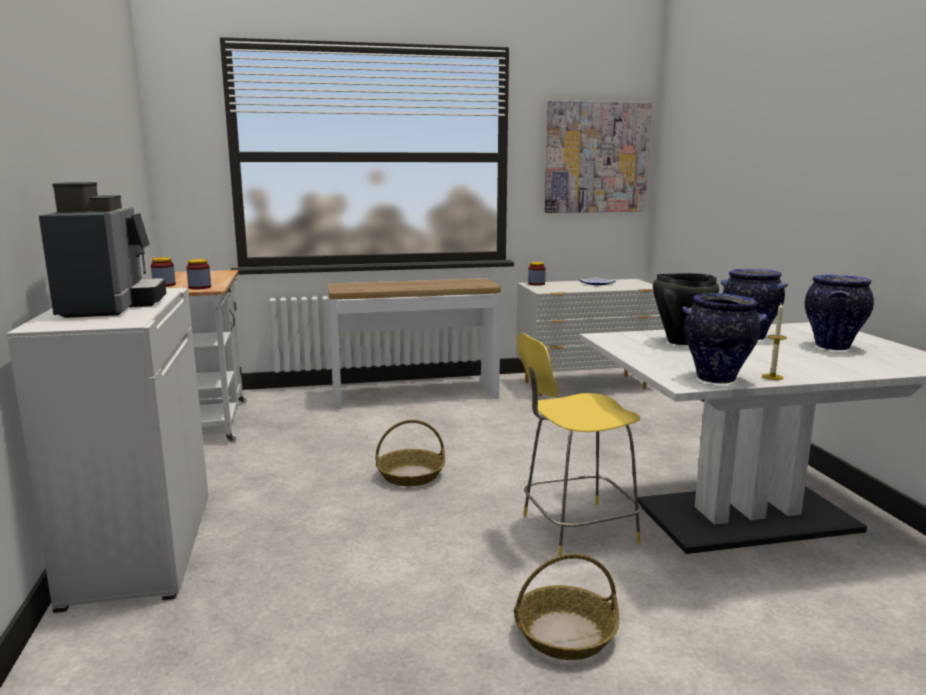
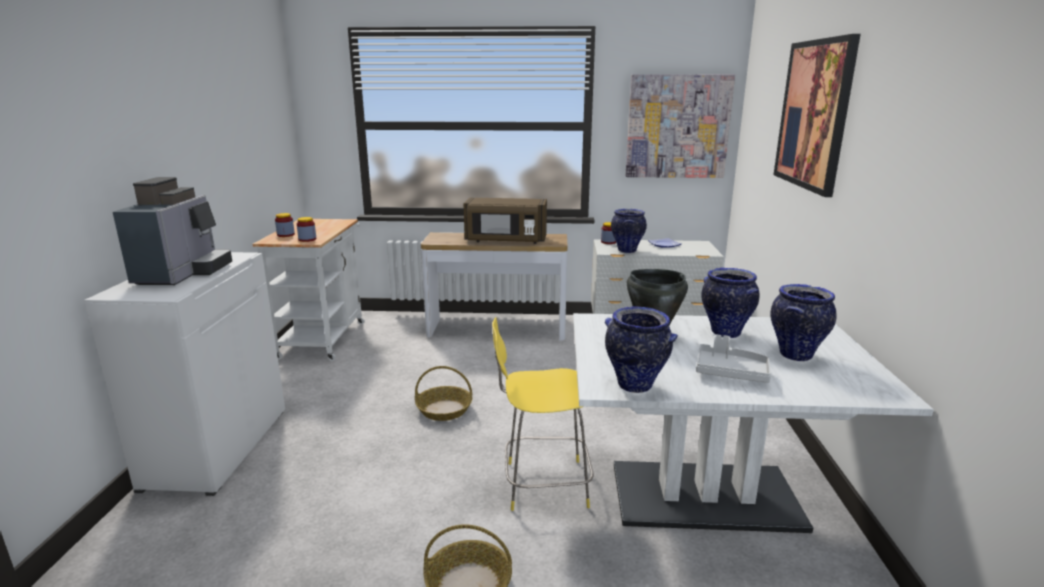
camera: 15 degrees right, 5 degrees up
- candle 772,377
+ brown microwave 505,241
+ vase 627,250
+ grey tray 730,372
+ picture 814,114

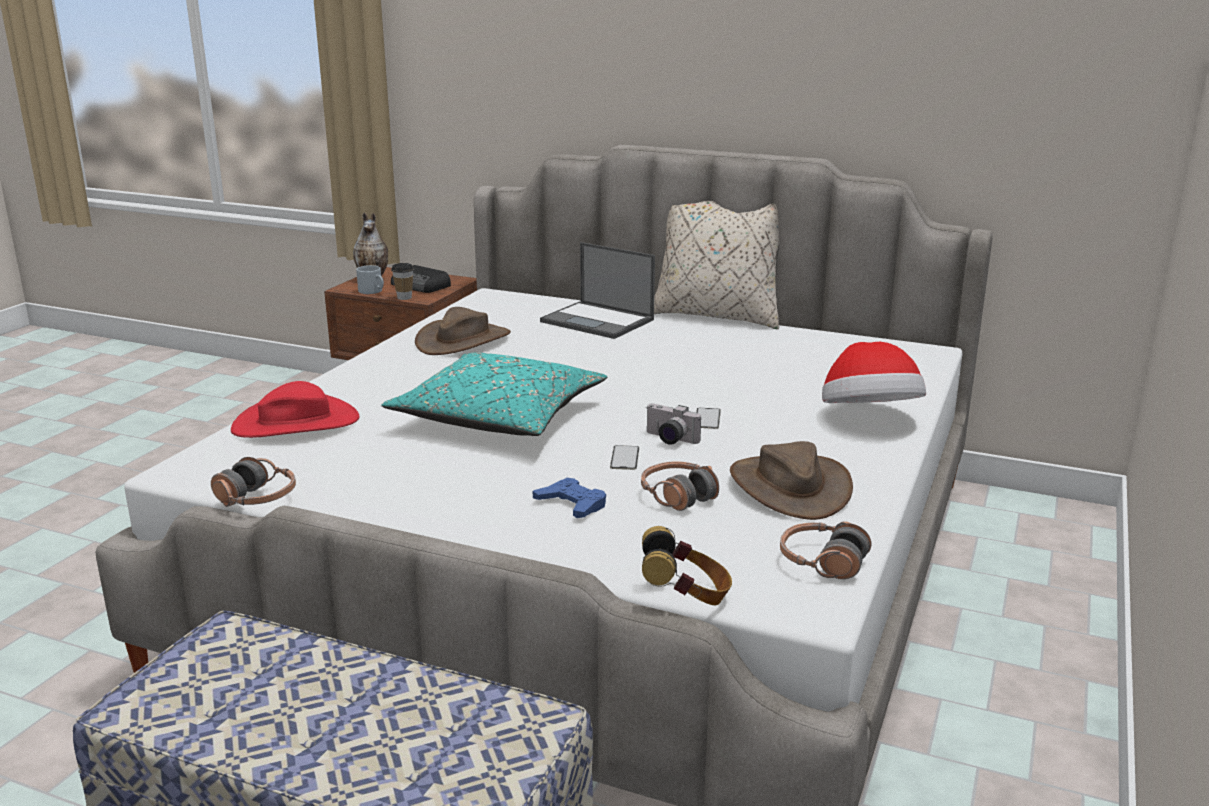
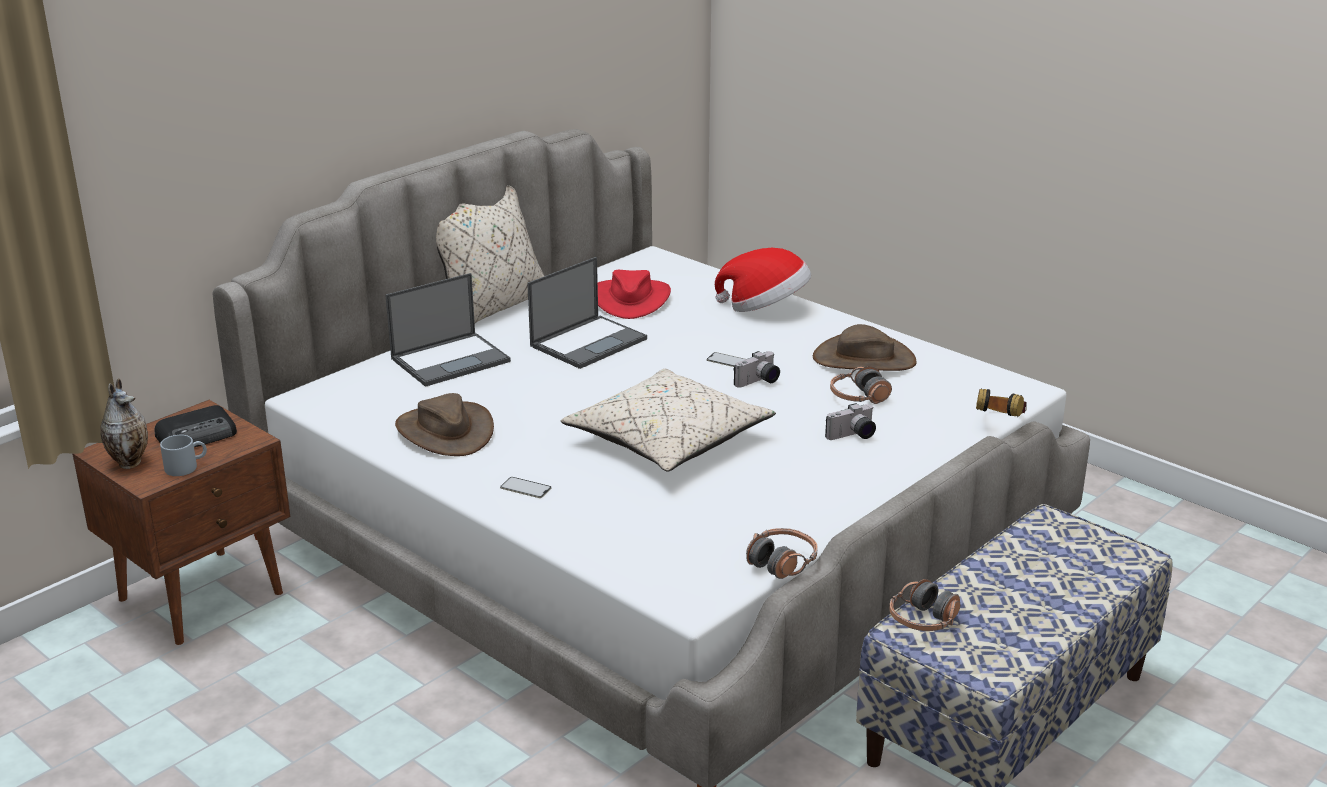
camera: 70 degrees left, 5 degrees up
- cup 404,297
+ laptop 589,342
~ red hat 296,423 to 630,299
~ phone 624,458 to 525,488
~ headphones 822,562 to 923,620
~ blue game controller 572,504 to photo camera 853,436
~ turquoise pillow 499,418 to beige pillow 667,440

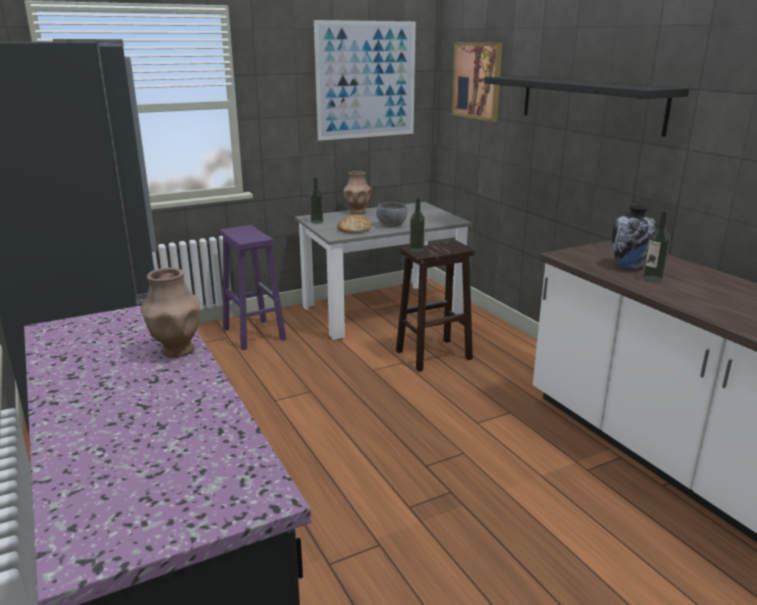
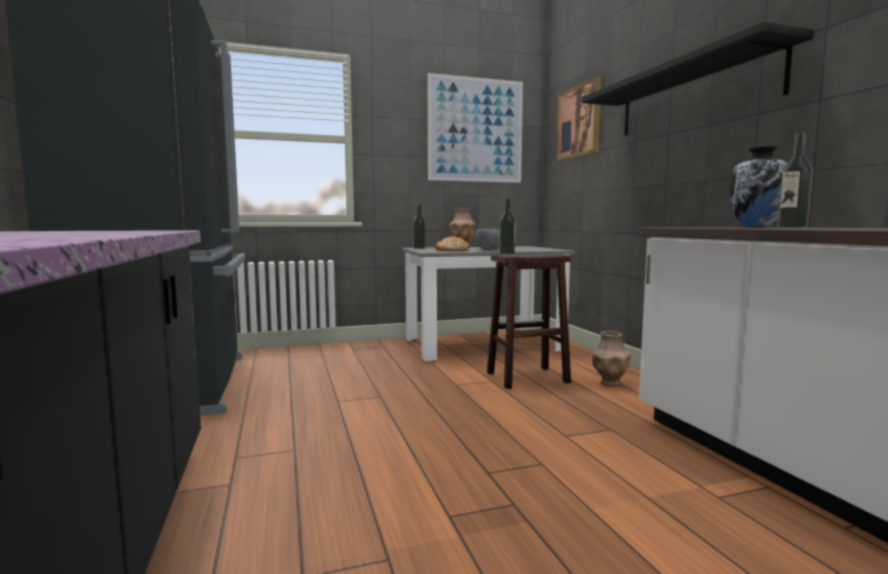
camera: 10 degrees right, 15 degrees down
- purple stool 253,333
~ brown vase 176,350 to 610,383

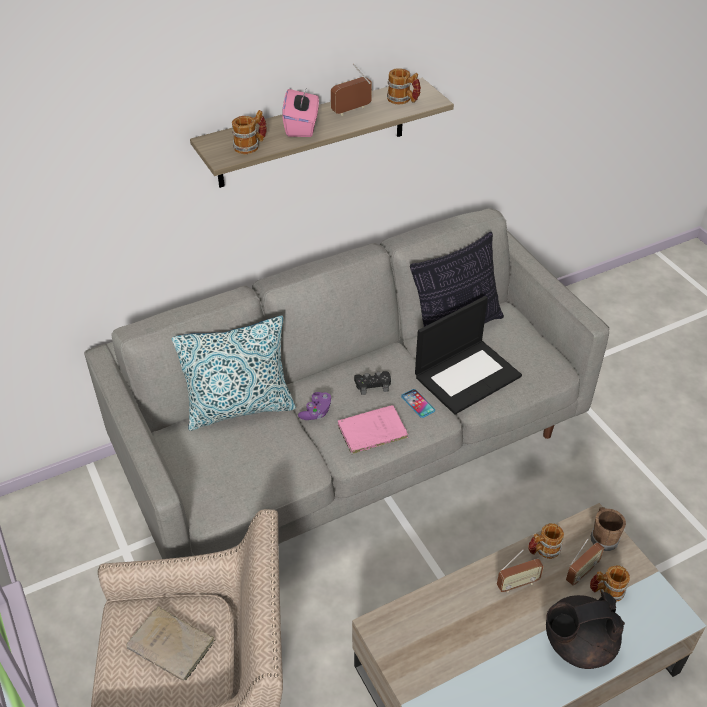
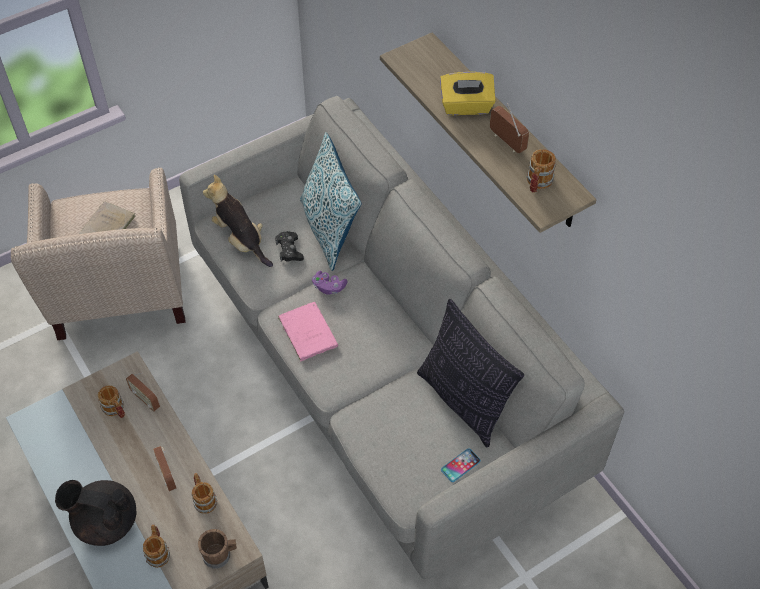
camera: 85 degrees right, 10 degrees up
- laptop 467,375
+ plush toy 241,240
~ mug 251,146 to 115,410
~ black game controller 372,385 to 289,250
~ phone 418,403 to 460,465
~ radio 581,572 to 146,400
~ pink tissue box 302,126 to yellow tissue box 466,106
~ black teapot 577,644 = 105,521 60 degrees counterclockwise

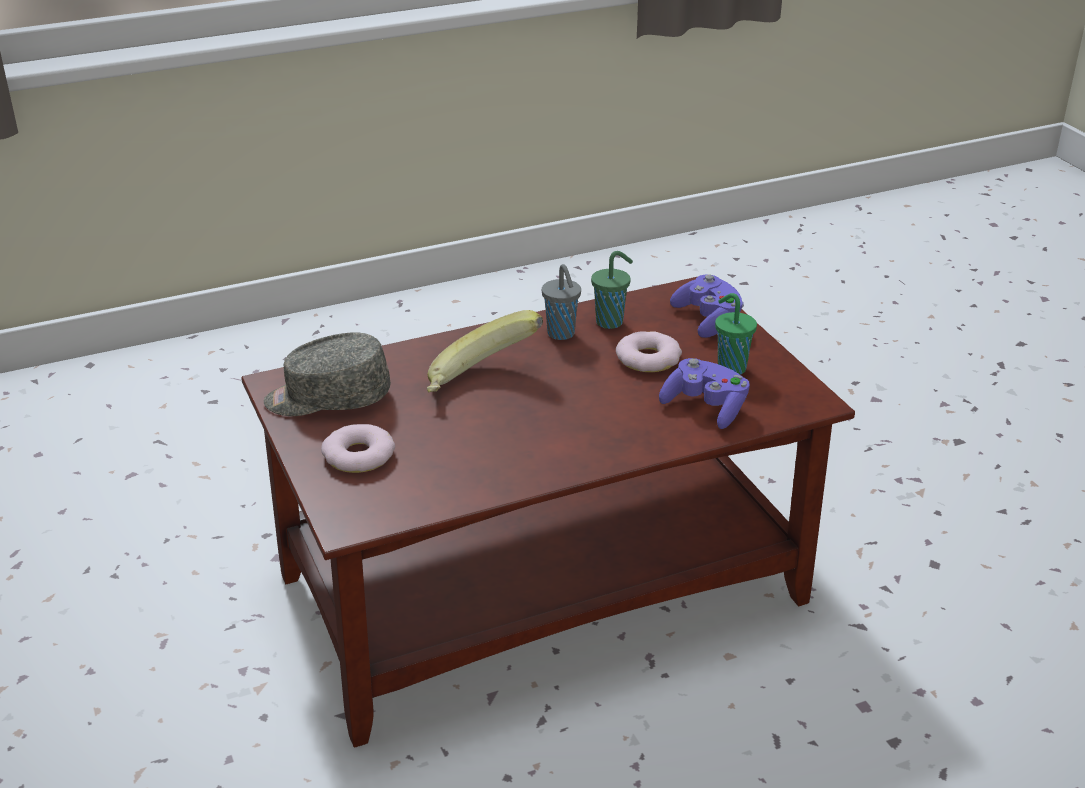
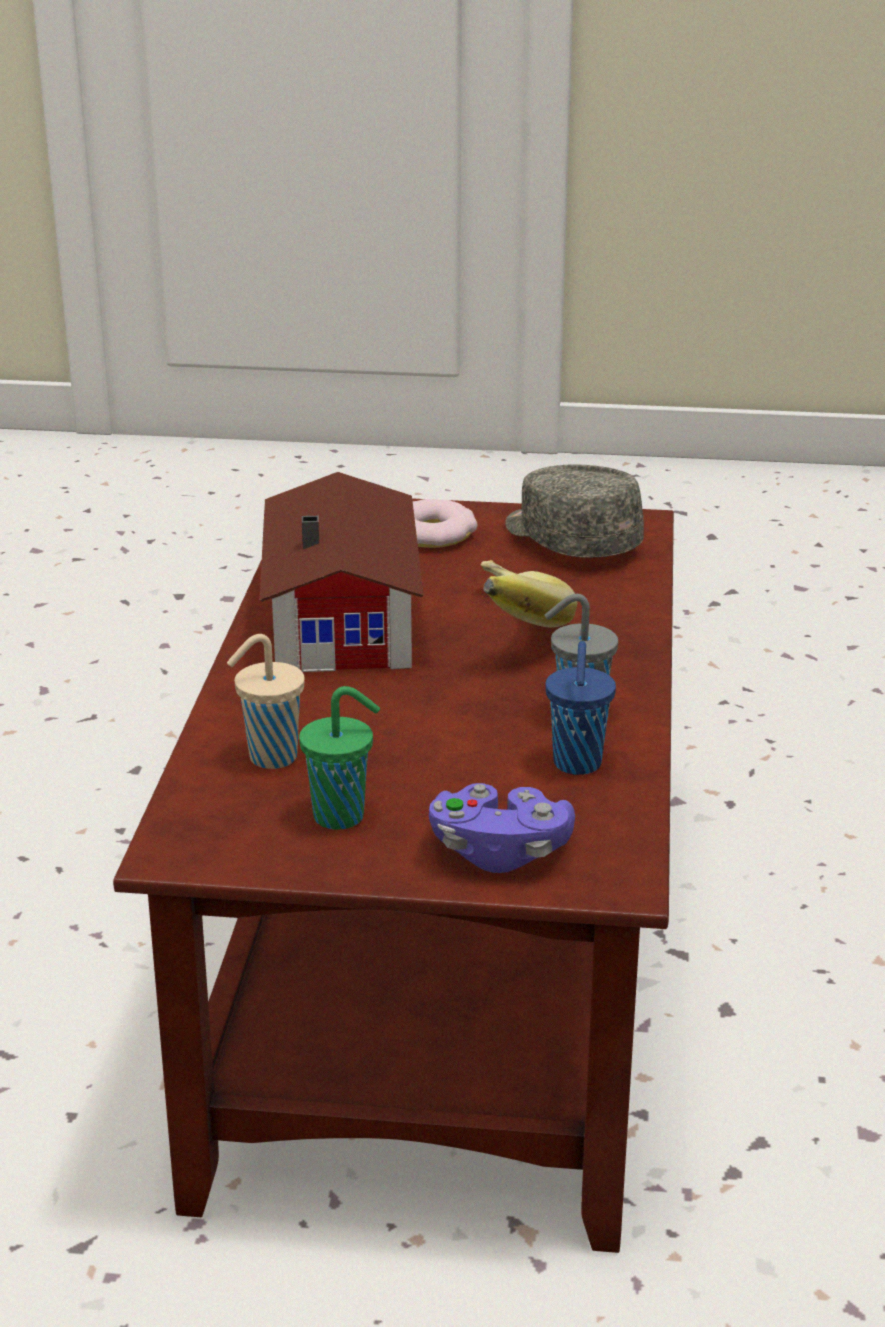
camera: 120 degrees right, 5 degrees down
- donut 648,358
+ toy house 348,613
~ purple game controller 705,407 to beige cup 270,758
~ green cup 611,322 to blue cup 577,765
~ grey cap 327,398 = 569,540 60 degrees counterclockwise

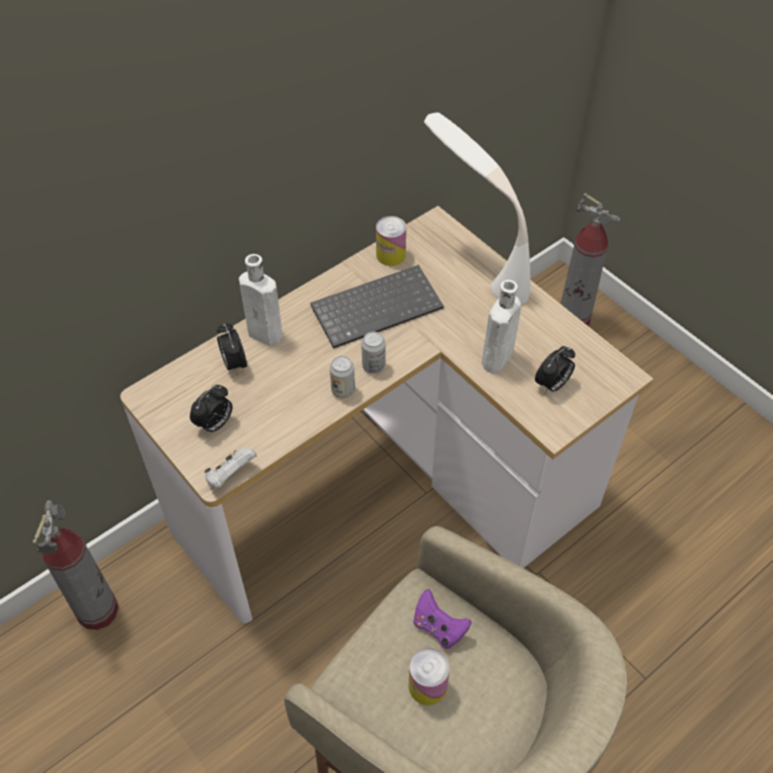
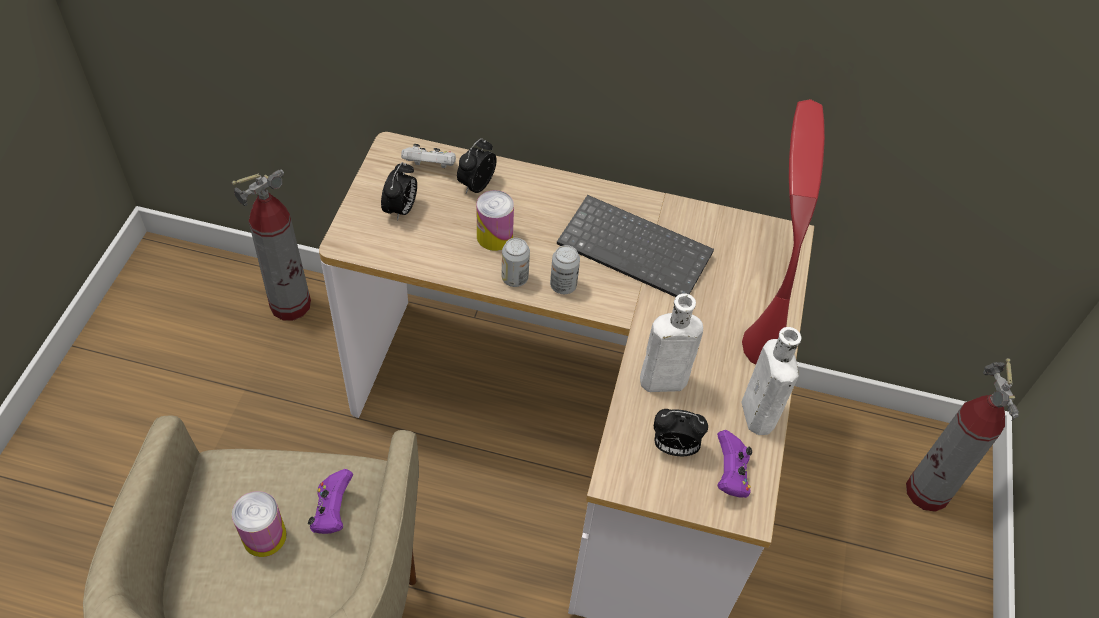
camera: 50 degrees right, 0 degrees up
+ purple game controller 730,475
~ white game controller 230,475 to 430,167
~ white bottle 267,335 to 759,417
~ can 390,255 to 494,236
~ white table lamp 473,266 to red table lamp 764,296
~ alarm clock 215,424 = 401,210 75 degrees counterclockwise

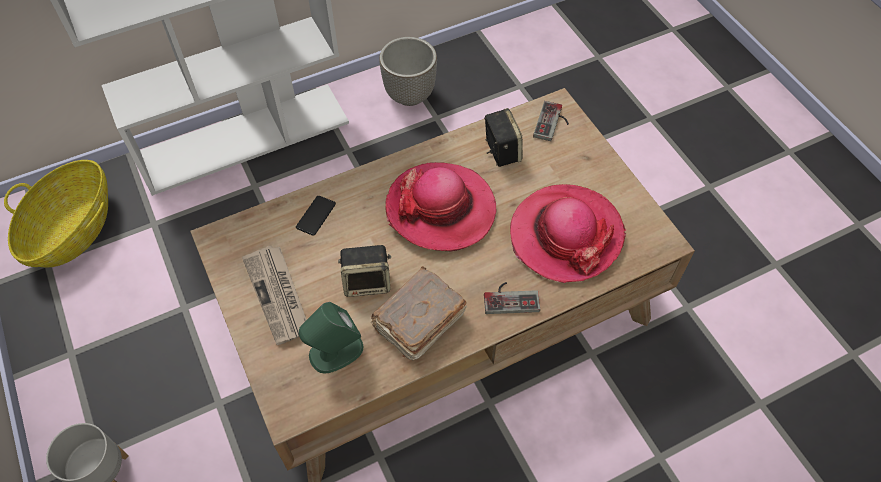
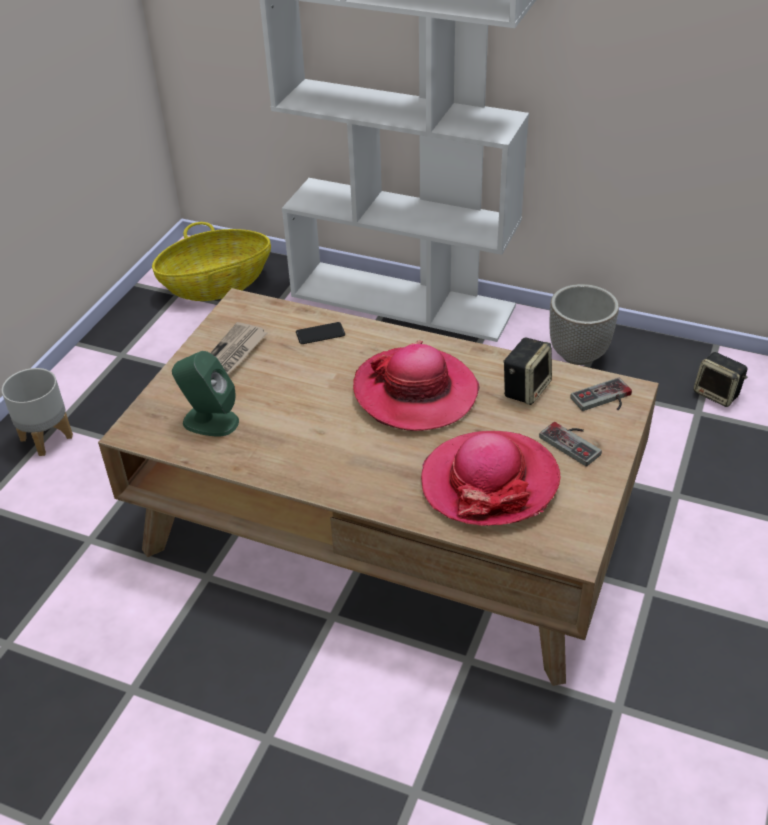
camera: 50 degrees right, 15 degrees down
- brown book 418,322
~ speaker 367,282 to 717,394
~ game controller 511,297 to 574,442

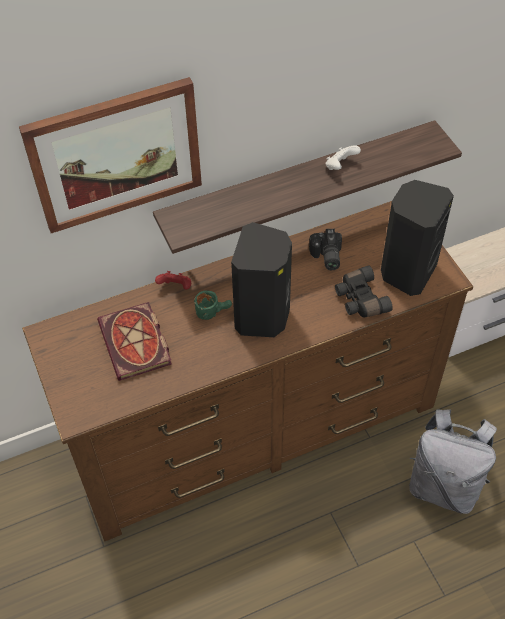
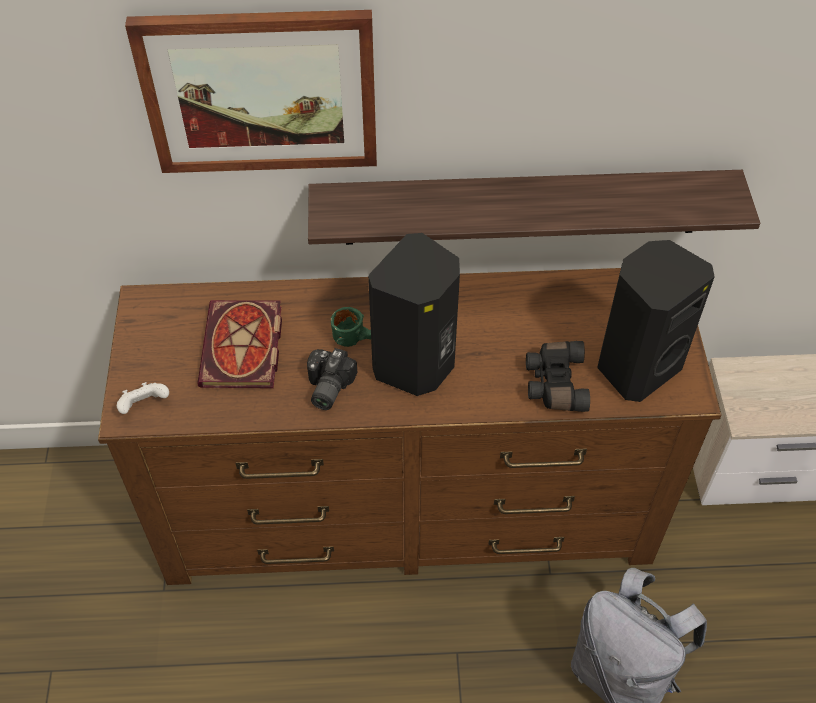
camera: 20 degrees right, 0 degrees up
- red game controller 176,287
~ photo camera 326,257 to 326,387
~ white game controller 340,166 to 145,406

